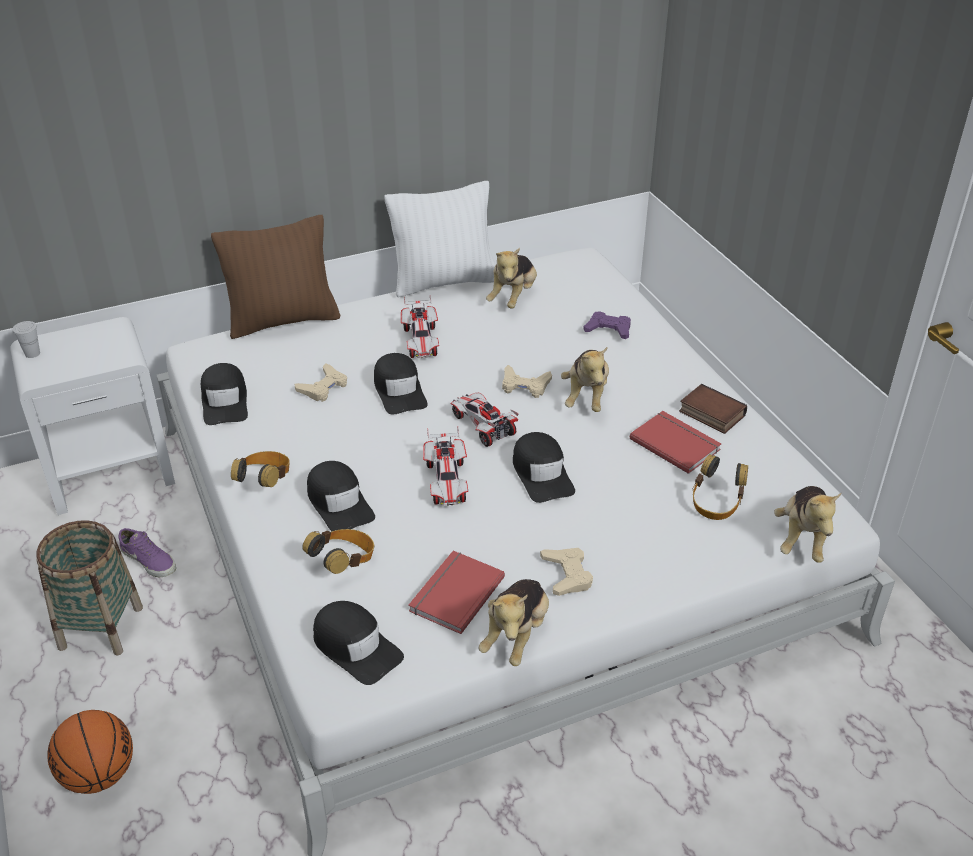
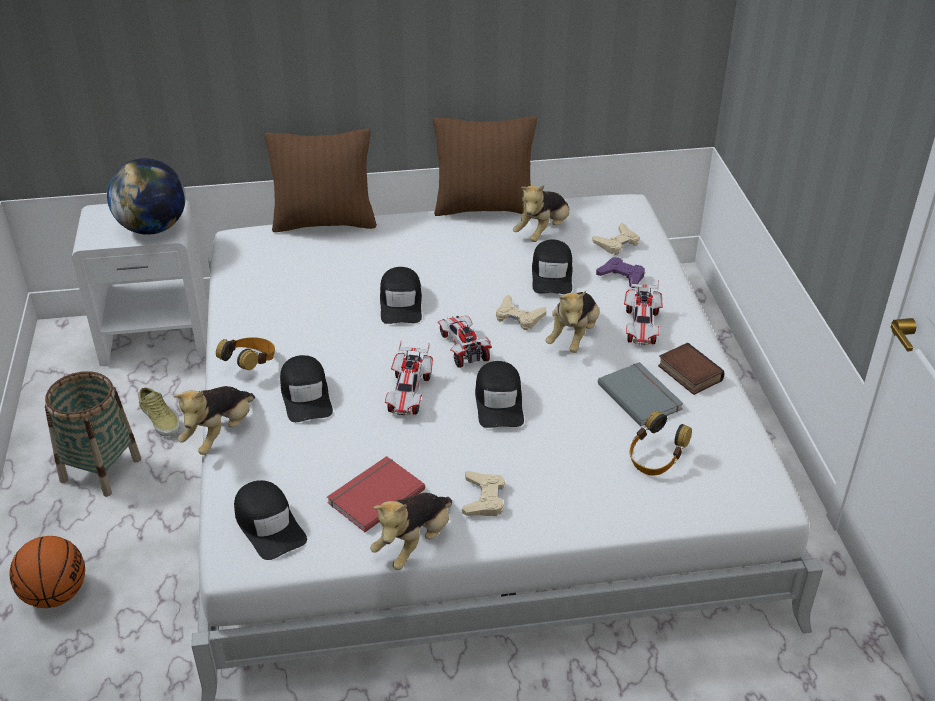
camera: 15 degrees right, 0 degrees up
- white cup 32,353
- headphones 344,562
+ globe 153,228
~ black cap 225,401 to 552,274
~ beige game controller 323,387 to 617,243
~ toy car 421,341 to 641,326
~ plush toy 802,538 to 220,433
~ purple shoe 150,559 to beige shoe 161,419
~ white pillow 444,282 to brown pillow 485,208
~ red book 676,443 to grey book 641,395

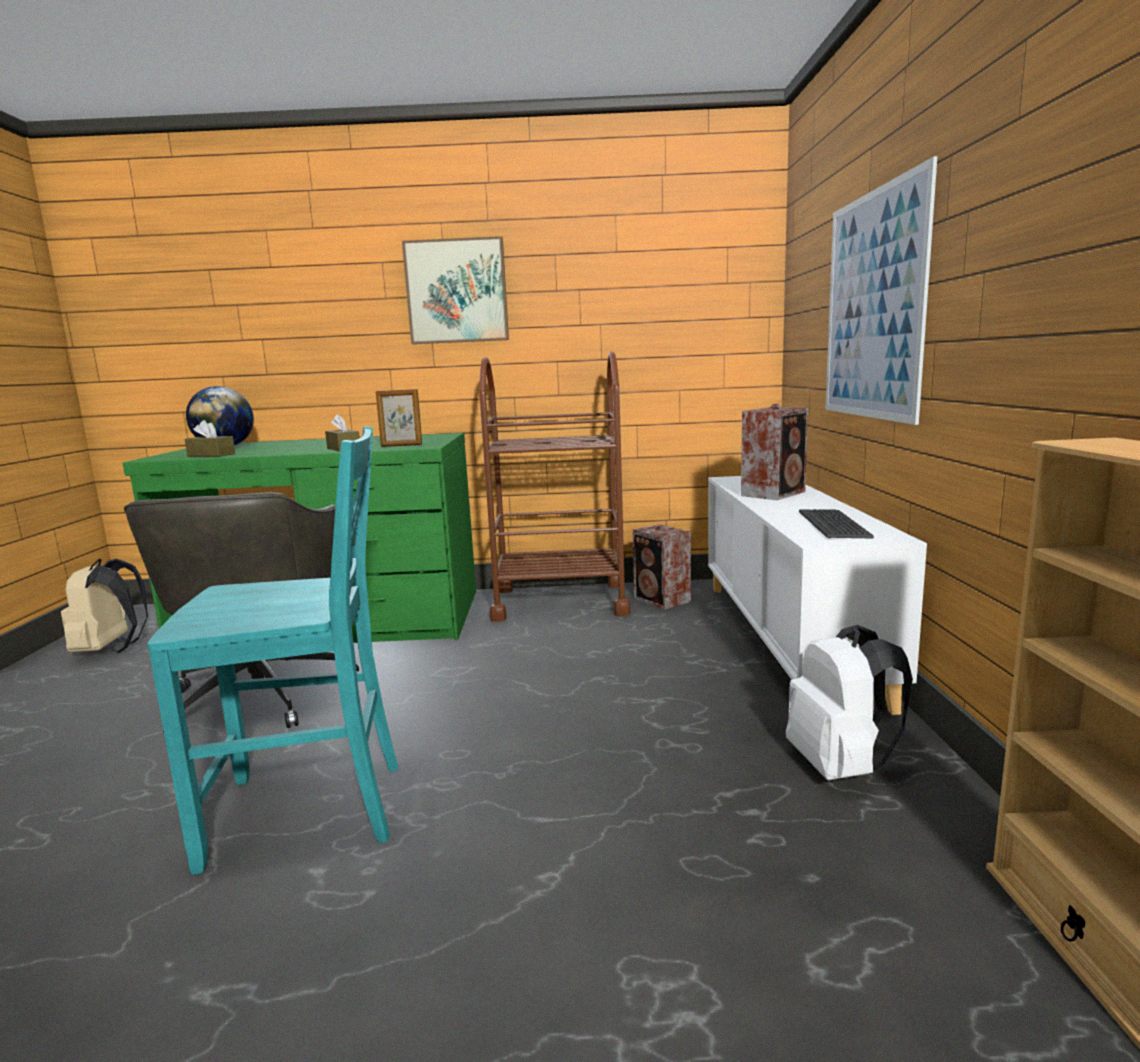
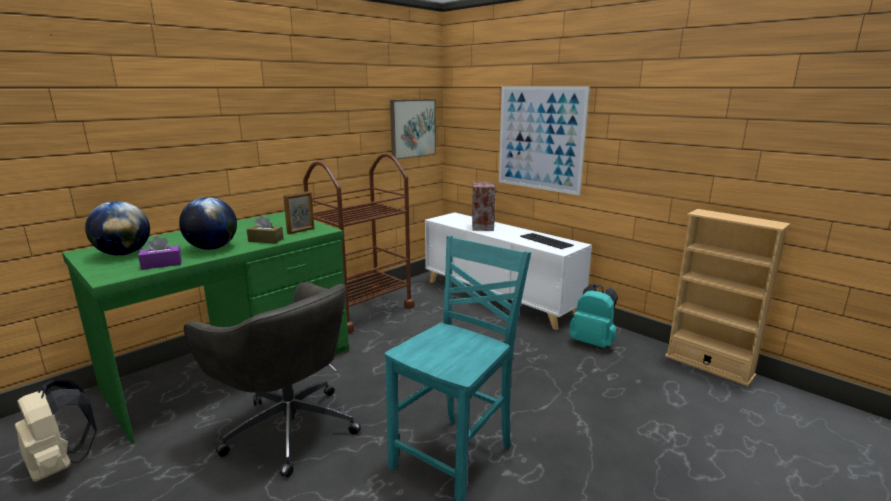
camera: 45 degrees left, 5 degrees up
- speaker 662,600
+ globe 212,248
~ picture 457,291 to 412,128
~ brown tissue box 211,455 to purple tissue box 162,264
~ white backpack 840,767 to turquoise backpack 593,342

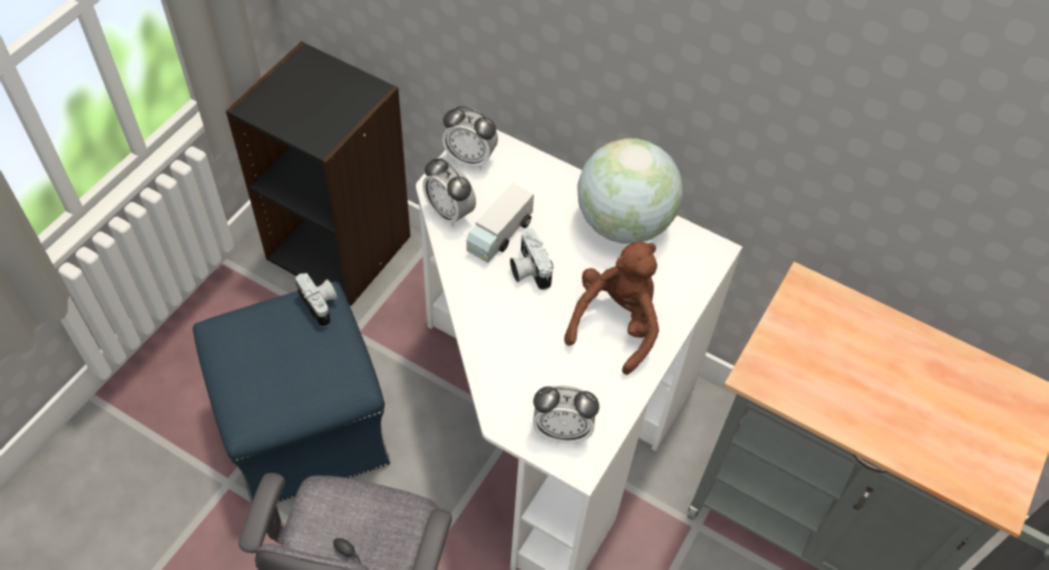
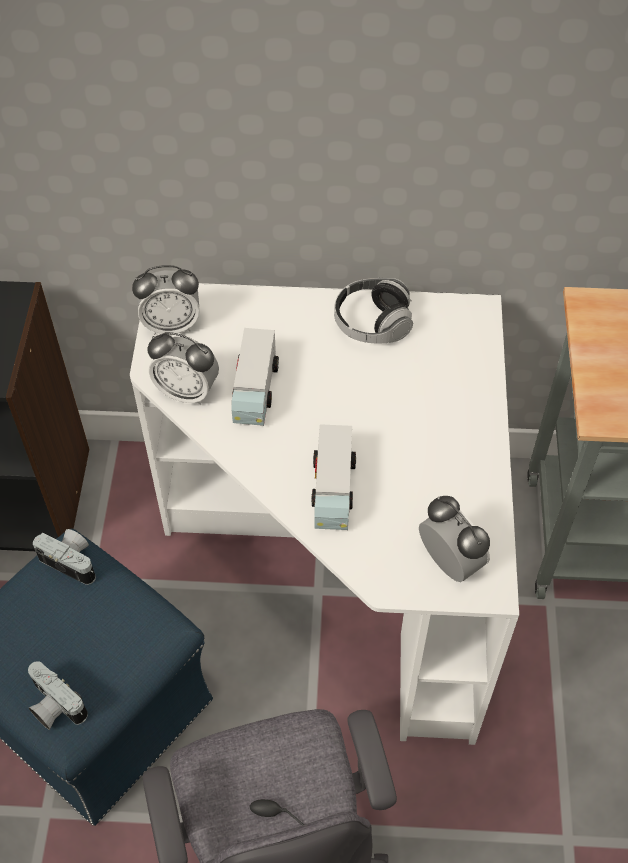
camera: 25 degrees left, 0 degrees up
- brown plush toy 616,323
+ toy truck 333,490
~ photo camera 528,269 to 53,706
~ globe 623,223 to headphones 372,323
~ alarm clock 562,430 = 449,562 105 degrees counterclockwise

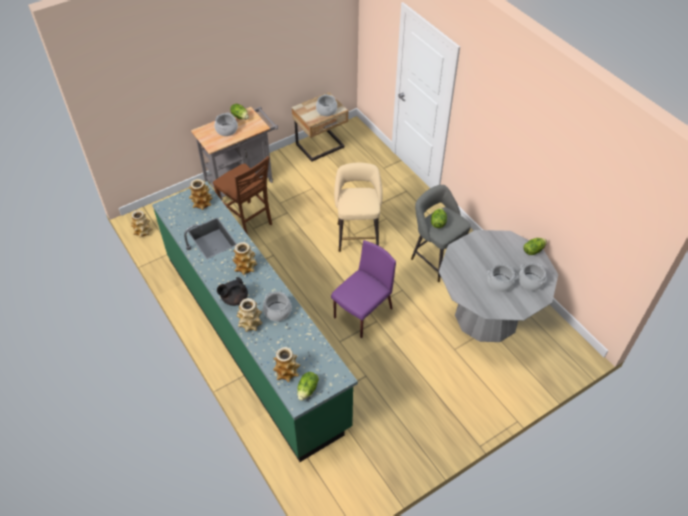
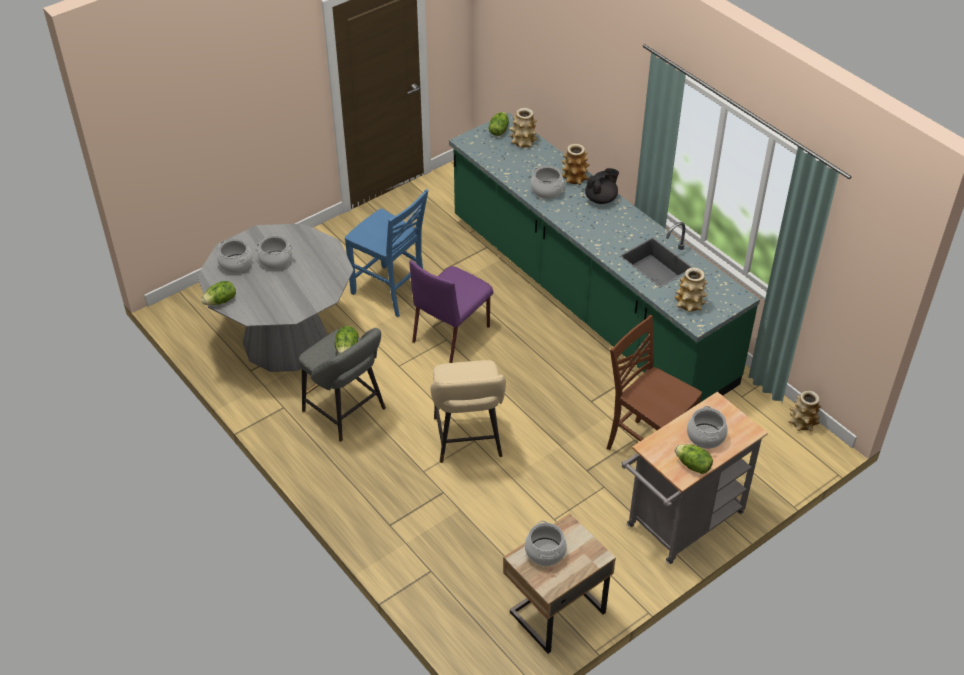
camera: 175 degrees right, 5 degrees down
- vase 246,267
+ blue chair 390,293

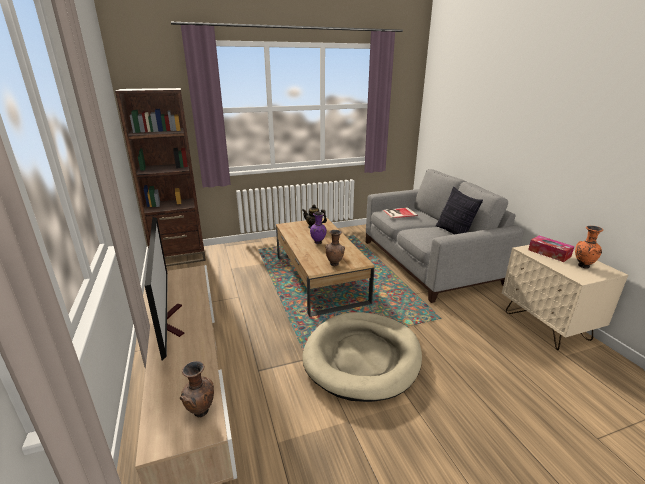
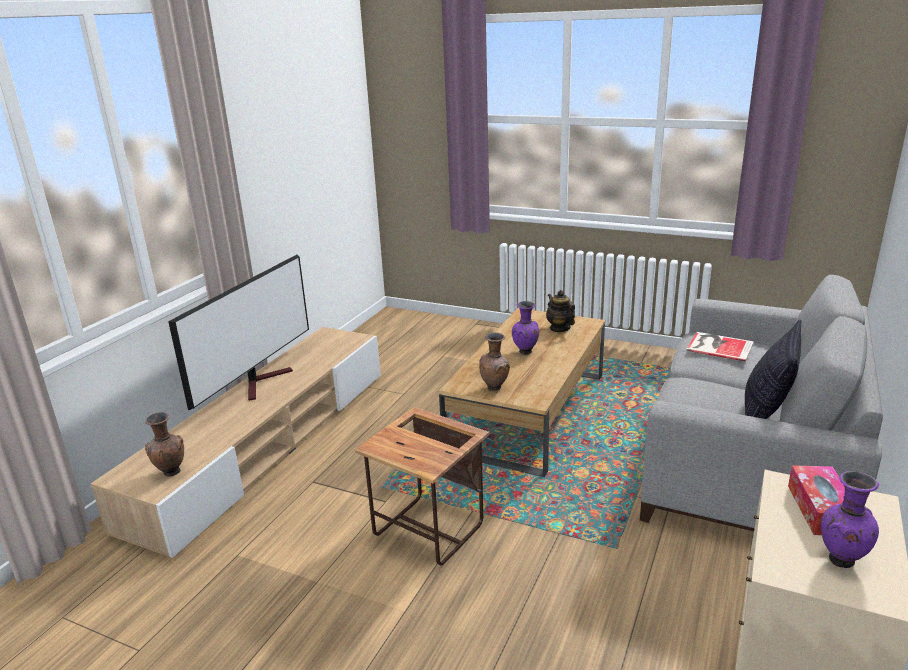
camera: 45 degrees right, 0 degrees up
- brown bookcase 179,257
~ beige dog bed 362,357 to side table 430,531
~ orange vase 582,266 to purple vase 840,559

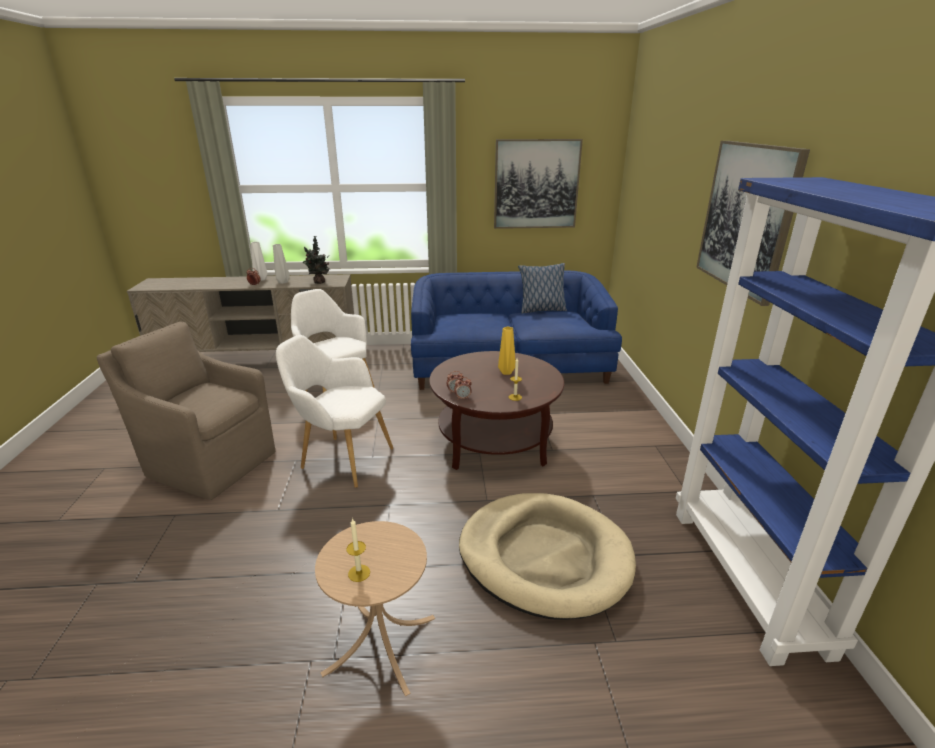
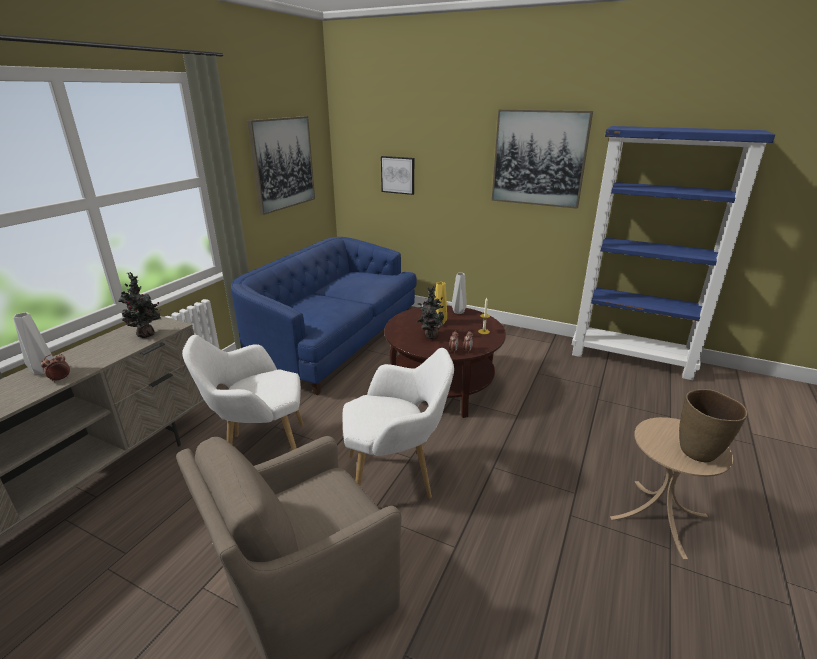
camera: 60 degrees left, 0 degrees up
- beige dog bed 544,557
- pillow 541,310
+ picture 398,175
+ potted plant 429,336
~ grey vase 283,282 to 458,312
~ candle 359,573 to brown vase 698,452
~ white armchair 341,458 = 396,478 150 degrees counterclockwise

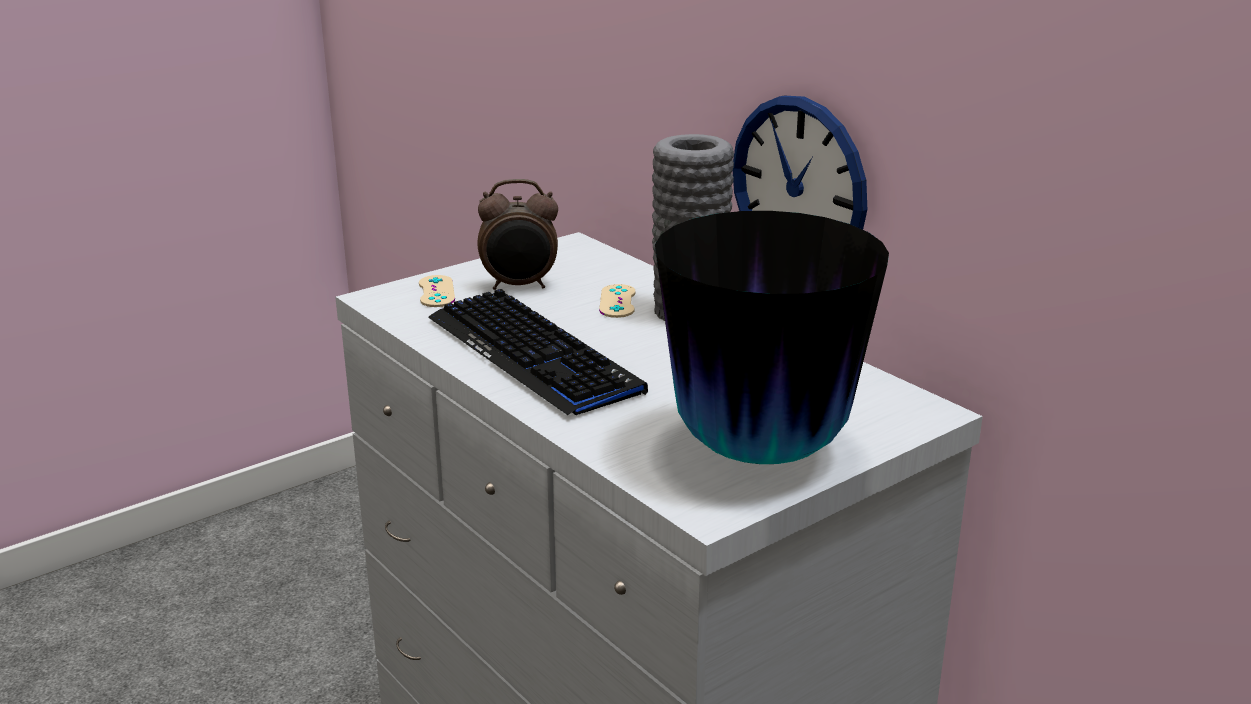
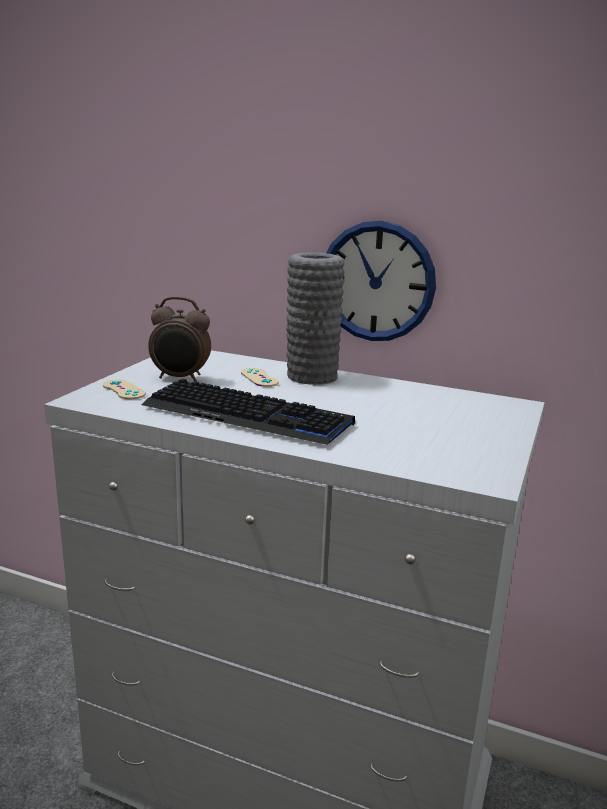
camera: 30 degrees left, 5 degrees down
- vase 760,451
~ alarm clock 520,286 = 180,378 45 degrees clockwise

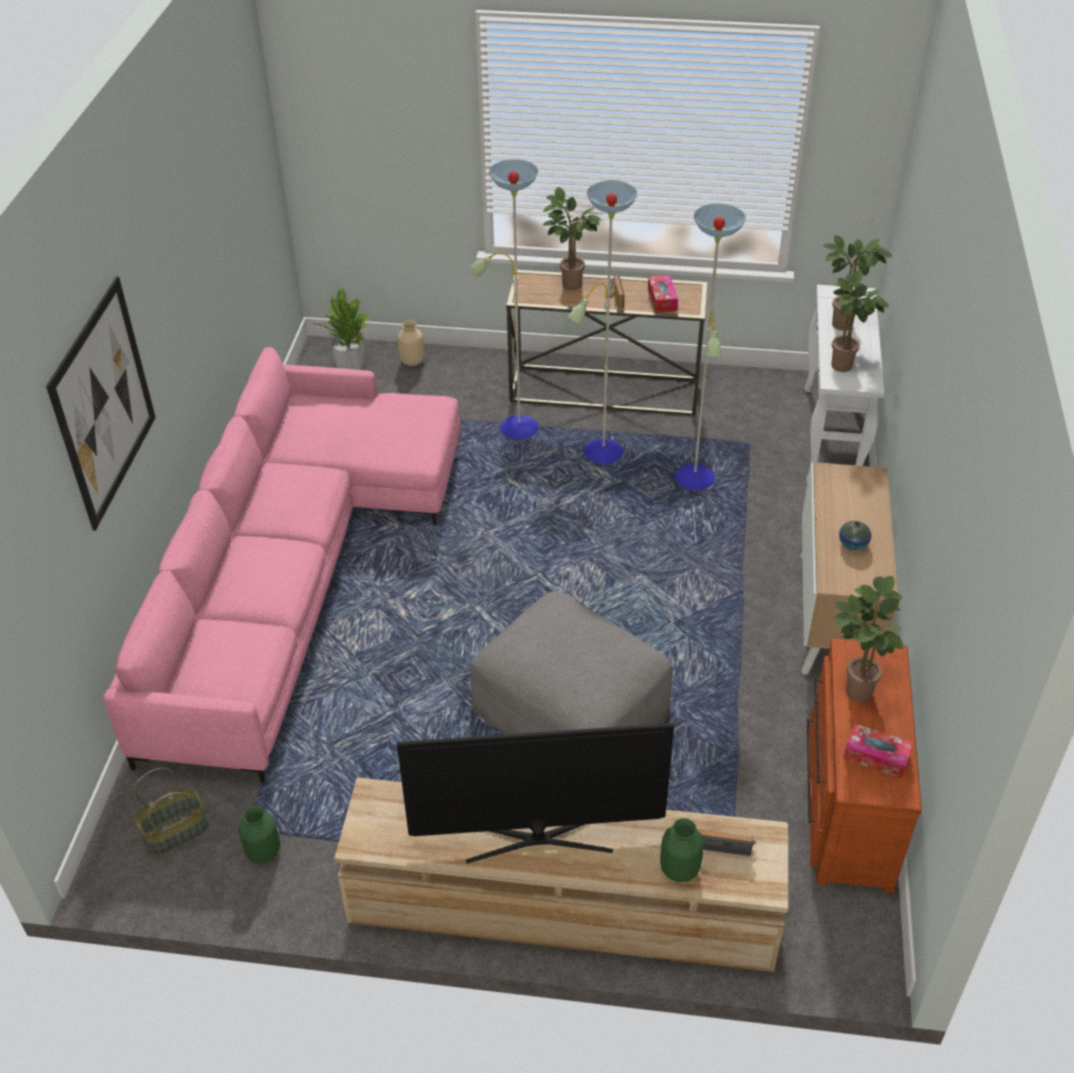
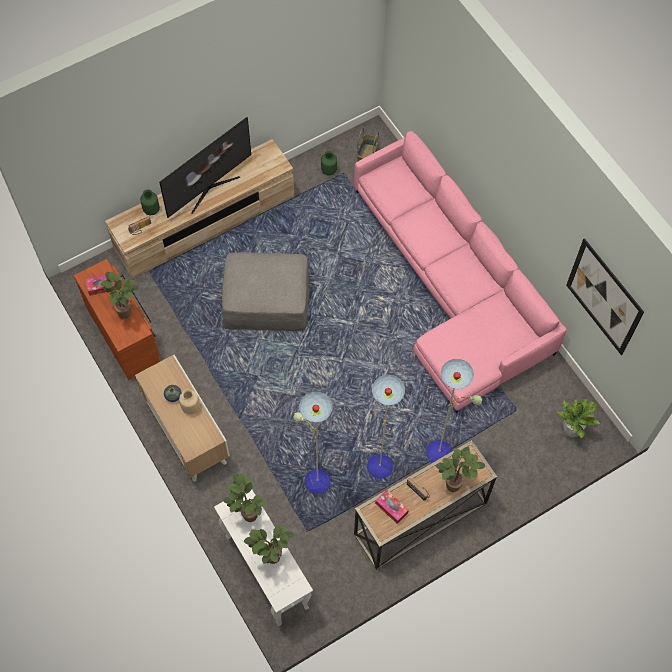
camera: 140 degrees right, 20 degrees up
~ picture 104,403 to 603,297
~ beige vase 412,361 to 190,407

